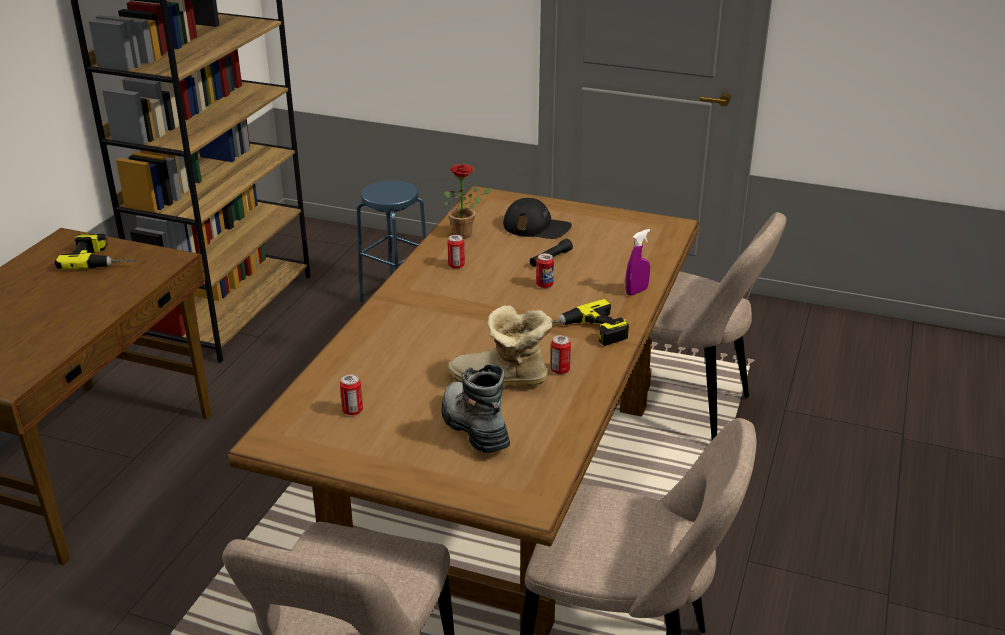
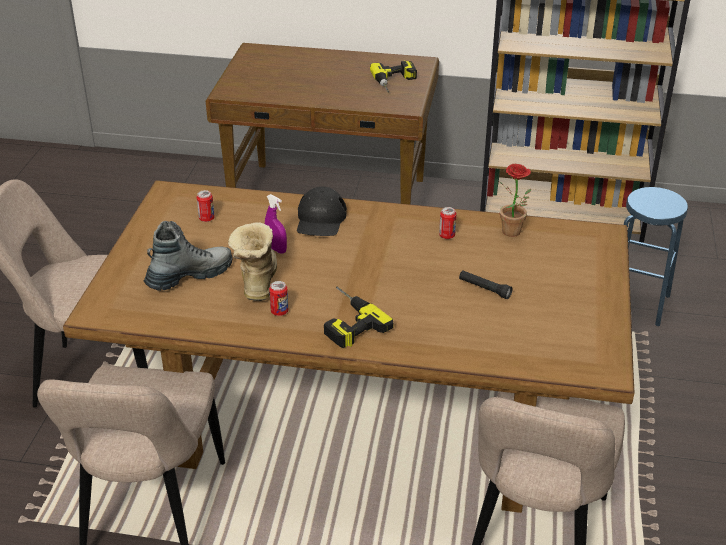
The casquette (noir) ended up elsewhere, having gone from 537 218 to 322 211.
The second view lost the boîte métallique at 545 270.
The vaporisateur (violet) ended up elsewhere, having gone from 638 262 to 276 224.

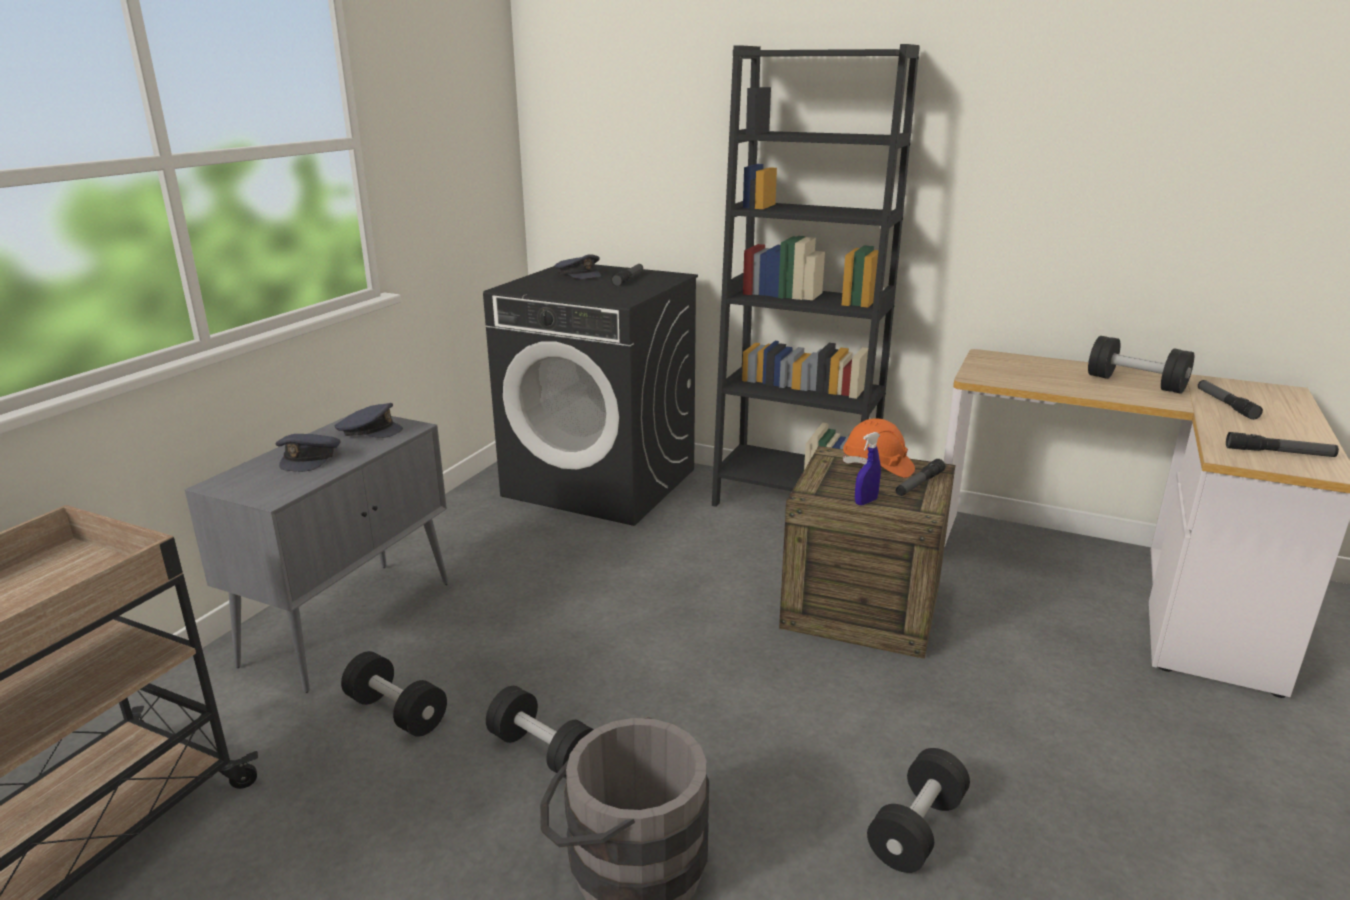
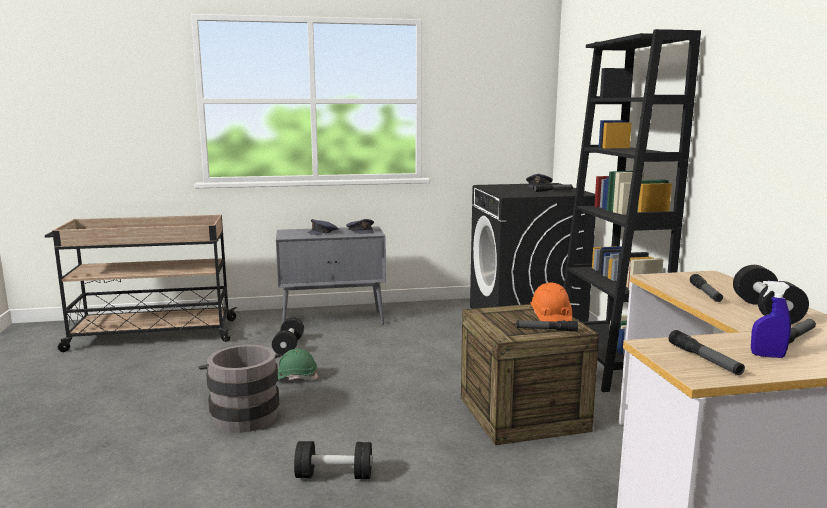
Where the haltère (noir) stood at 540 732, the casque de chantier (vert) came to stand at 298 365.
The vaporisateur (bleu) ended up elsewhere, having gone from 868 469 to 771 319.
The second view gained the lampe de poche at 706 288.

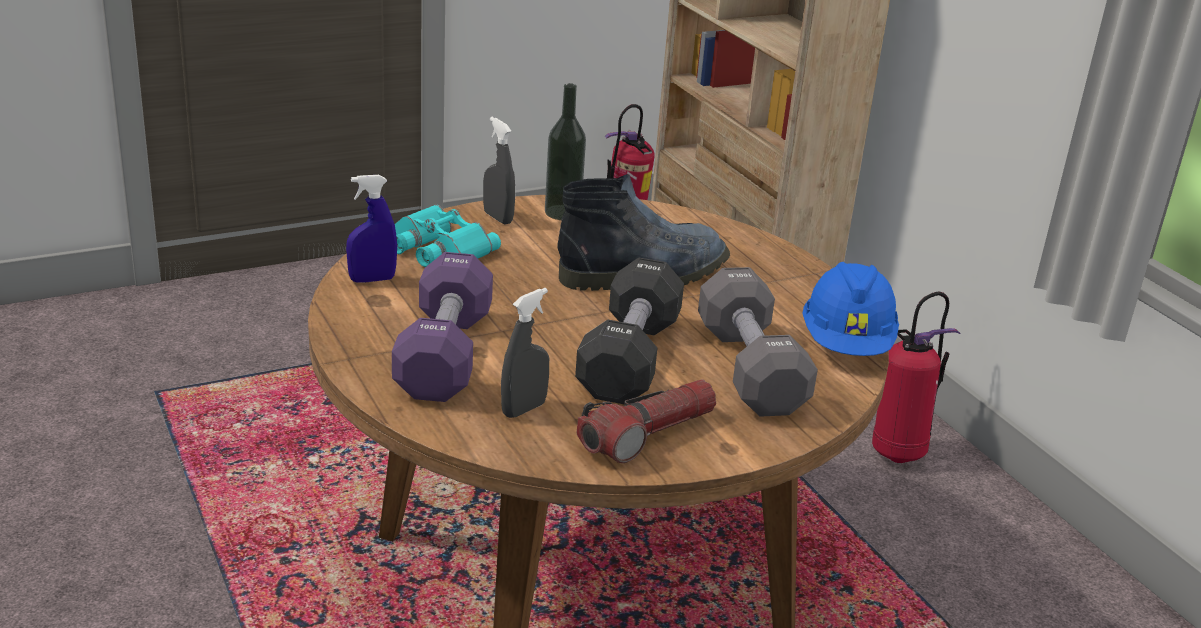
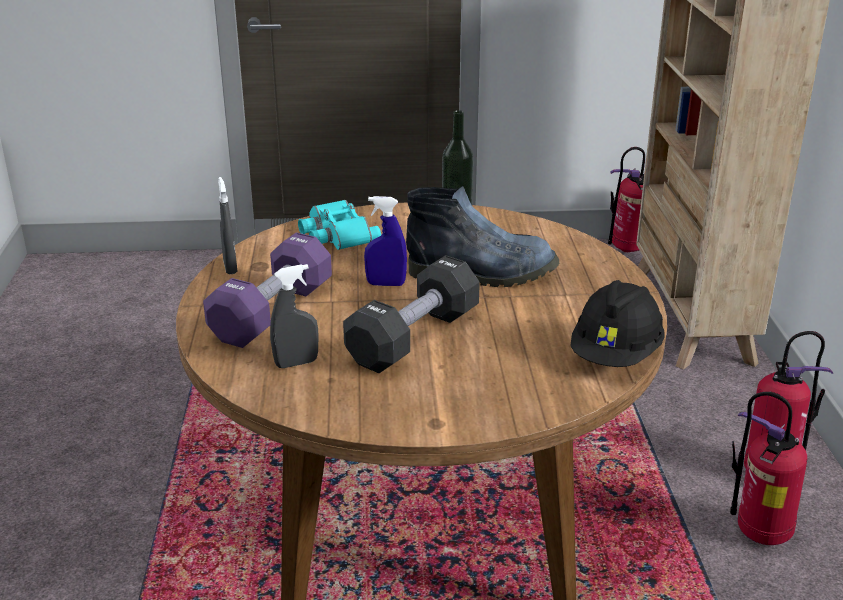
The vaporisateur (bleu) ended up elsewhere, having gone from 371 229 to 385 241.
The vaporisateur (gris) ended up elsewhere, having gone from 499 171 to 227 226.
The second view lost the lampe de poche at 646 421.
The second view lost the haltère (gris) at 758 342.
What was the casque de chantier (bleu) at 850 309 turned into the casque de chantier (noir) at 617 323.
The second view gained the extincteur at 768 468.

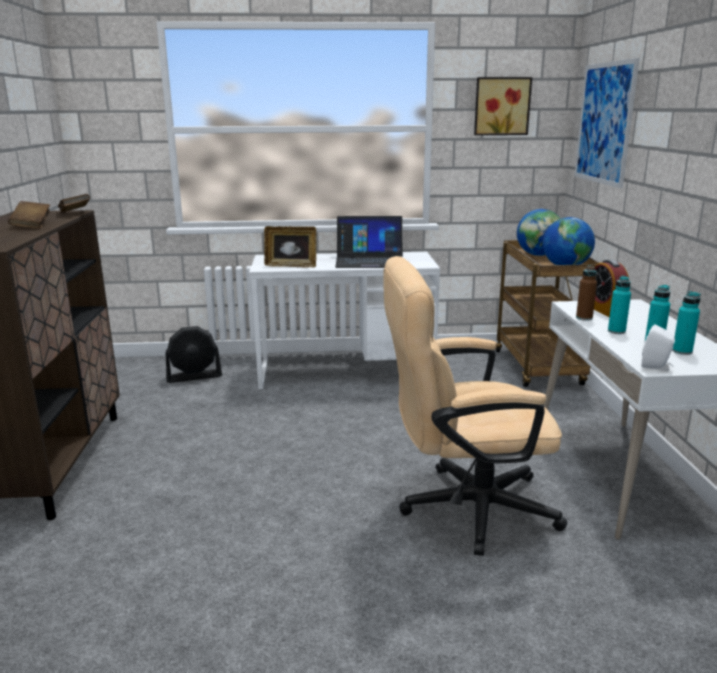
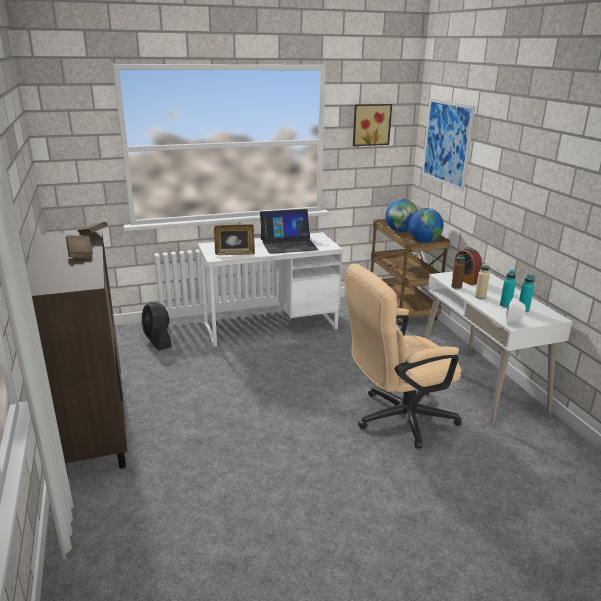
The ventilateur (noir) at 193 354 ended up facing another way, 90 degrees clockwise from before.
What was the bouteille (turquoise) at 619 305 turned into the bouteille (beige) at 482 281.

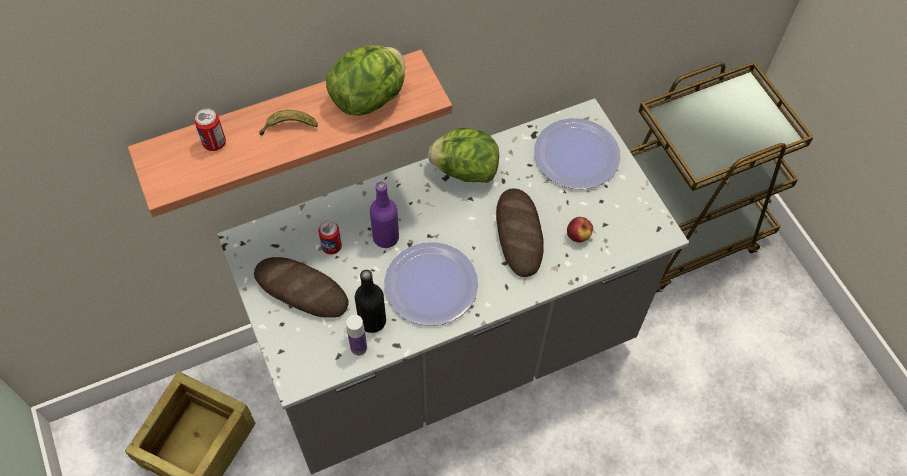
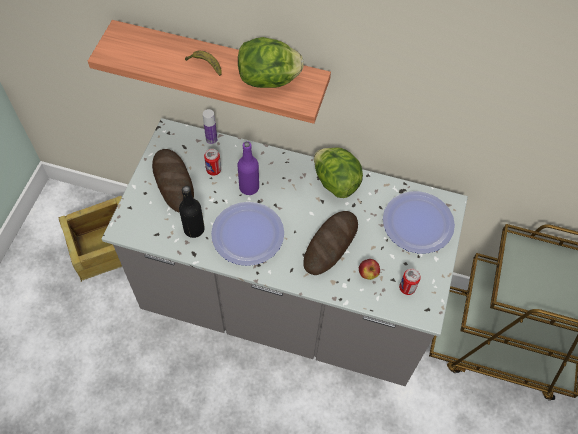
The boîte métallique ended up elsewhere, having gone from 210 129 to 410 282.
The bouteille ended up elsewhere, having gone from 356 335 to 210 126.

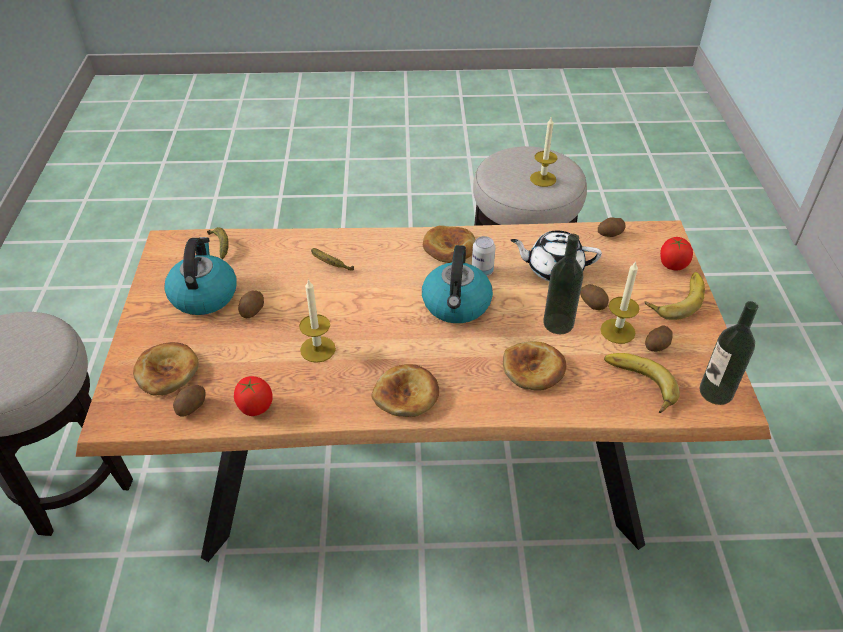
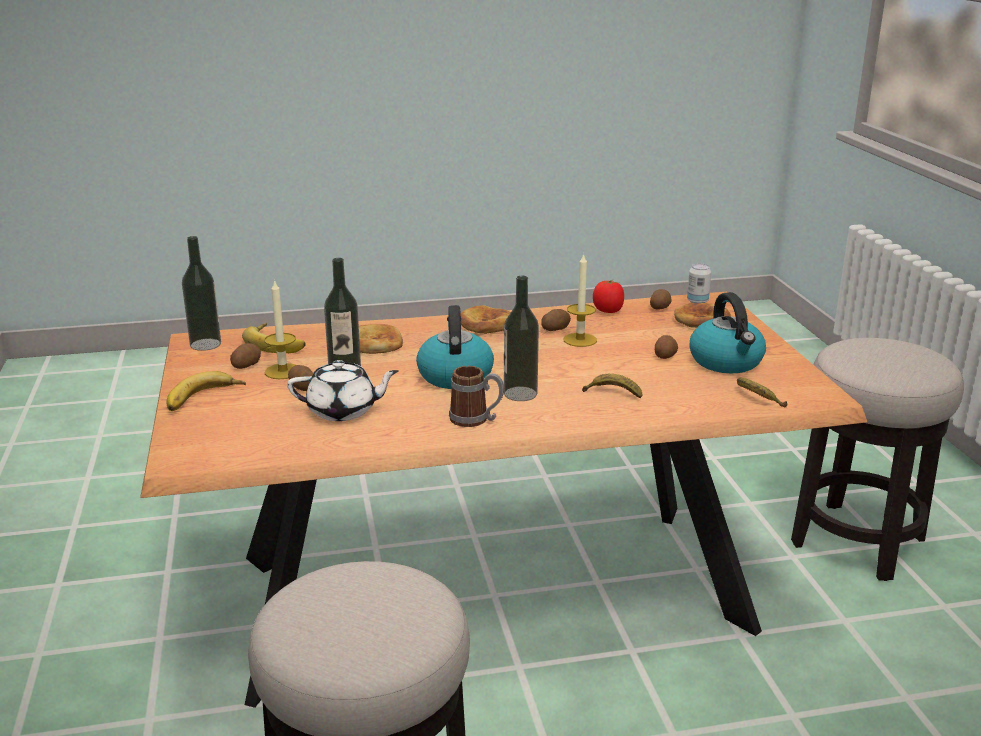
Where the pain stood at 449 244, the mug came to stand at 476 396.
The boîte métallique ended up elsewhere, having gone from 484 256 to 699 283.
The second view lost the bougie at 544 151.
The pomme de terre ended up elsewhere, having gone from 611 227 to 556 320.
The second view lost the tomate at 676 253.
The second view gained the bouteille at 521 338.

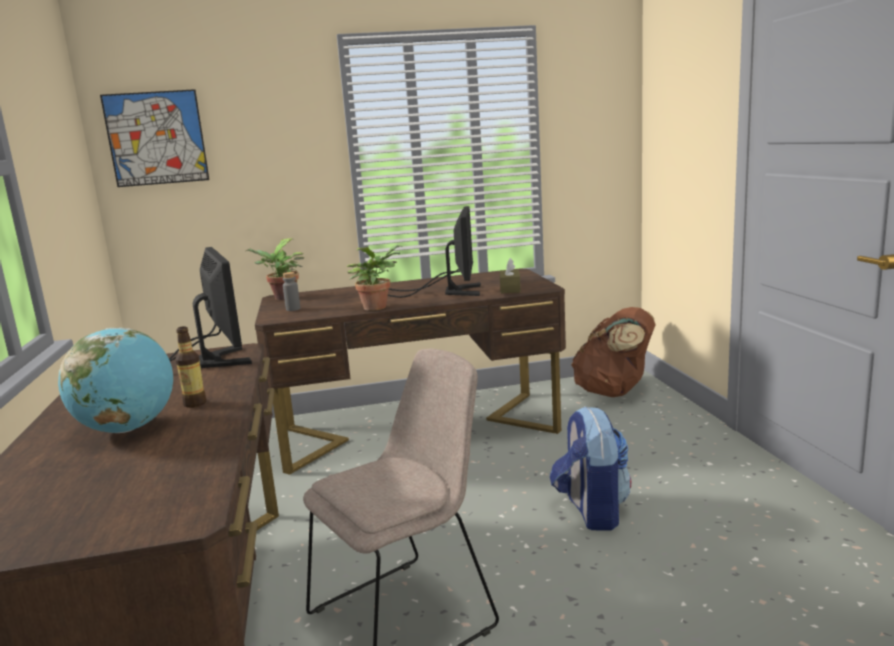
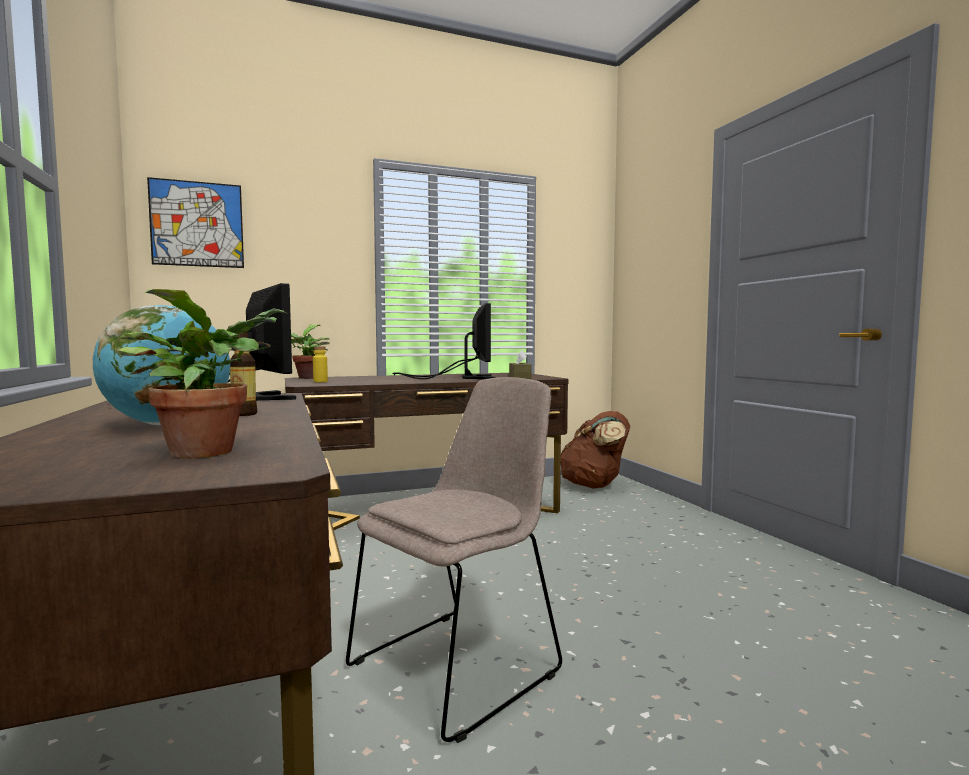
What was the bouteille (gris) at 291 291 turned into the bouteille (jaune) at 320 364.
The plante en pot ended up elsewhere, having gone from 374 278 to 201 374.
The second view lost the sac à dos at 590 468.

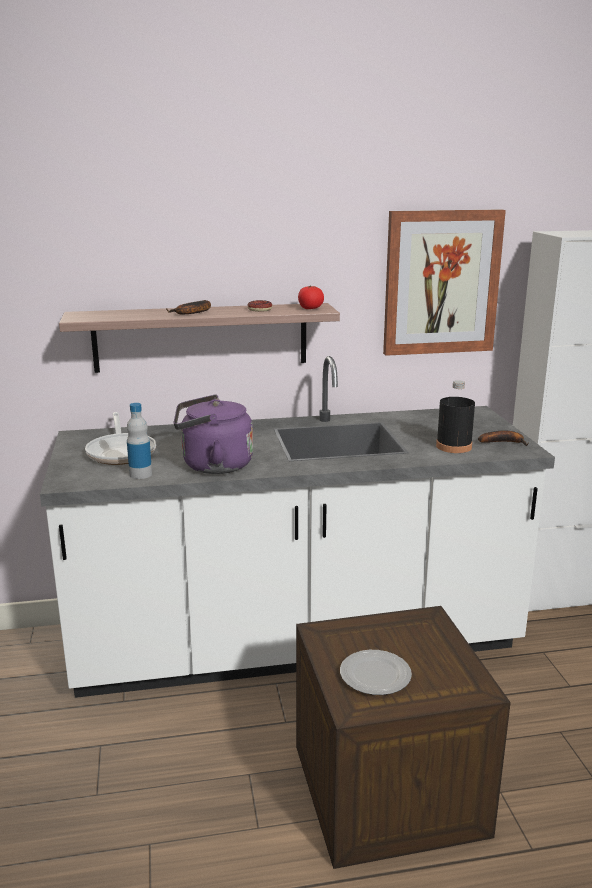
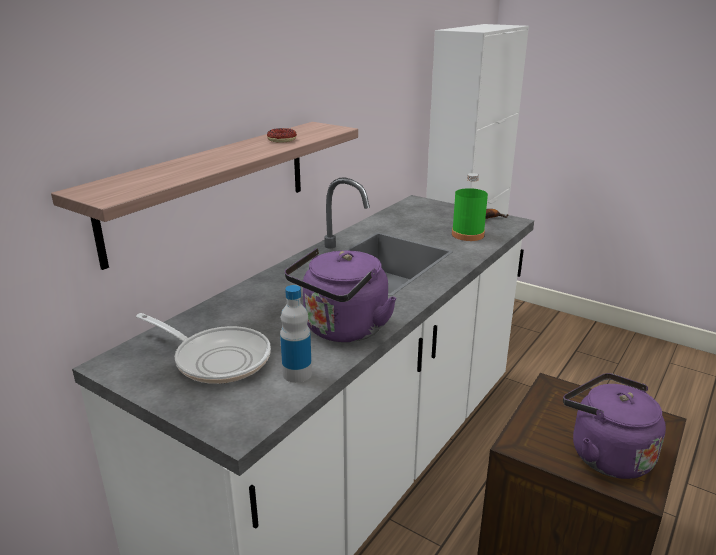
The second view lost the banane at 188 307.
The second view lost the tomate at 311 297.
Where the assiette stood at 376 672, the bouilloire (violet) came to stand at 614 426.
The second view lost the tableau at 444 282.
What was the bouteille (noir) at 455 416 turned into the bouteille (vert) at 470 207.

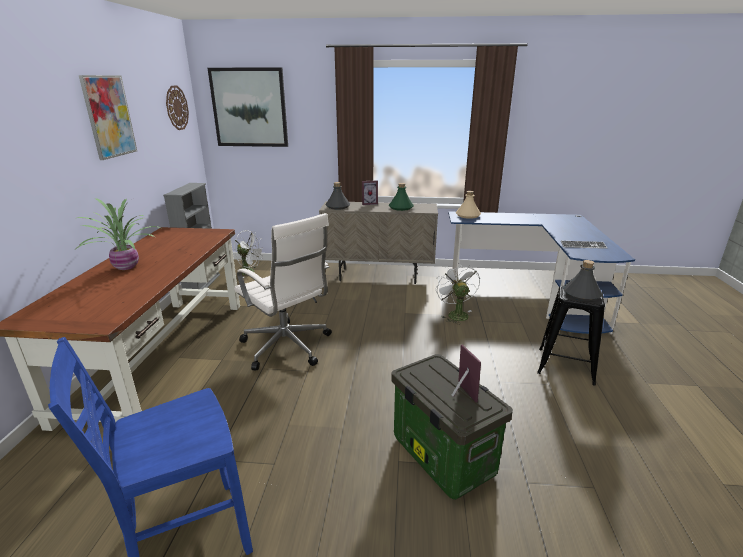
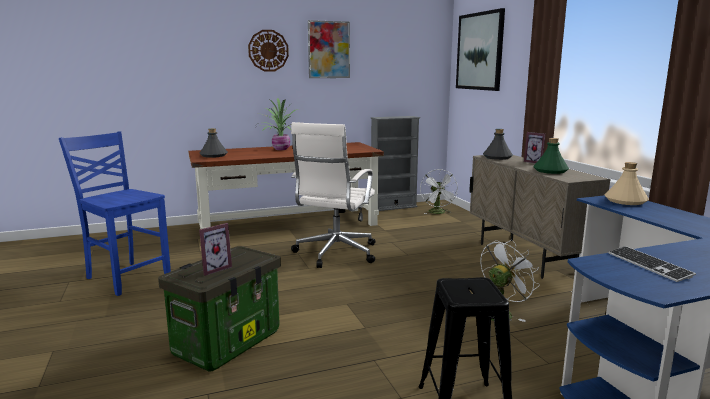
The horloge murale ended up elsewhere, having gone from 177 108 to 268 50.
The bouteille (gris) ended up elsewhere, having gone from 582 280 to 214 143.

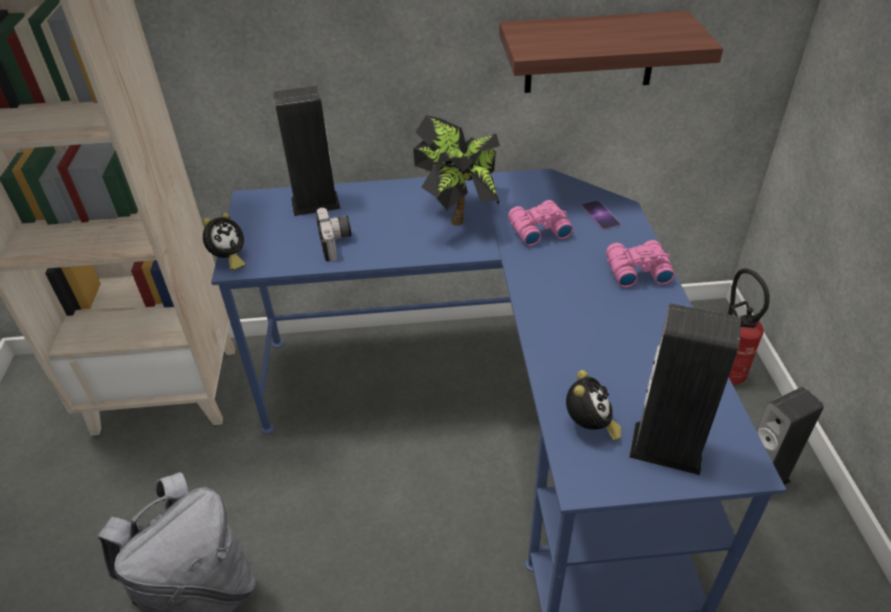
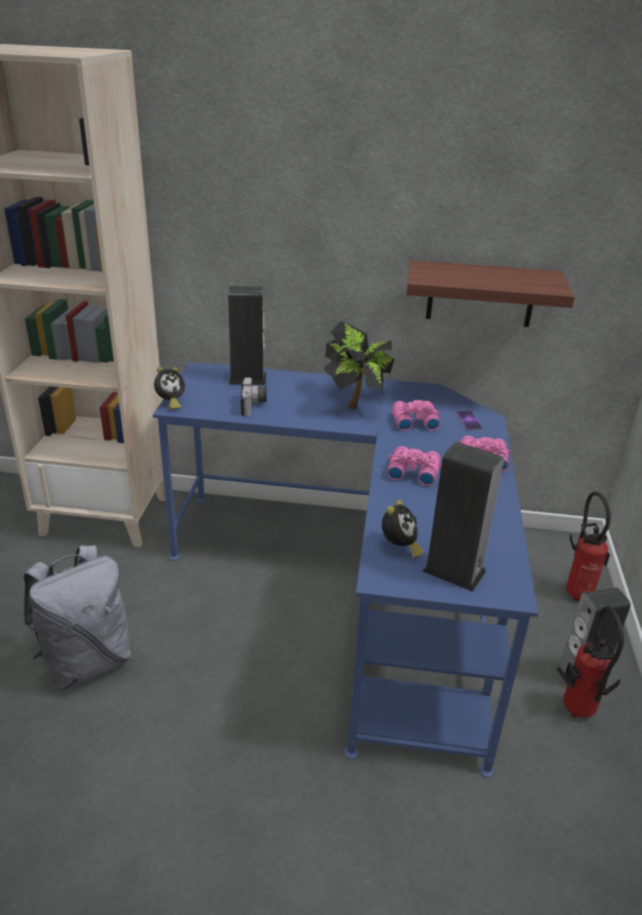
The second view gained the jumelles (rose) at 414 466.
The second view gained the extincteur at 593 662.

